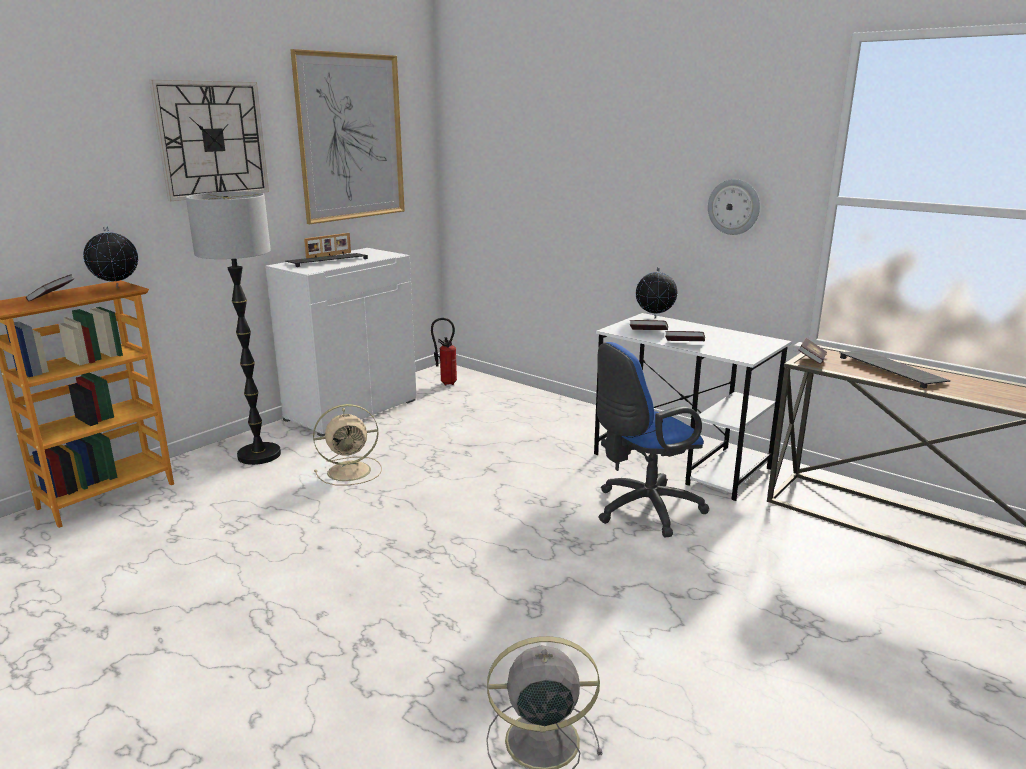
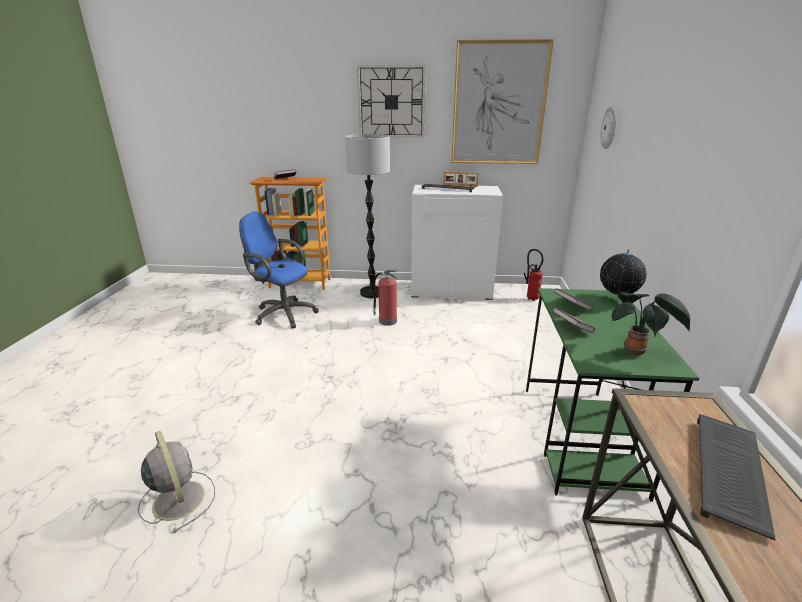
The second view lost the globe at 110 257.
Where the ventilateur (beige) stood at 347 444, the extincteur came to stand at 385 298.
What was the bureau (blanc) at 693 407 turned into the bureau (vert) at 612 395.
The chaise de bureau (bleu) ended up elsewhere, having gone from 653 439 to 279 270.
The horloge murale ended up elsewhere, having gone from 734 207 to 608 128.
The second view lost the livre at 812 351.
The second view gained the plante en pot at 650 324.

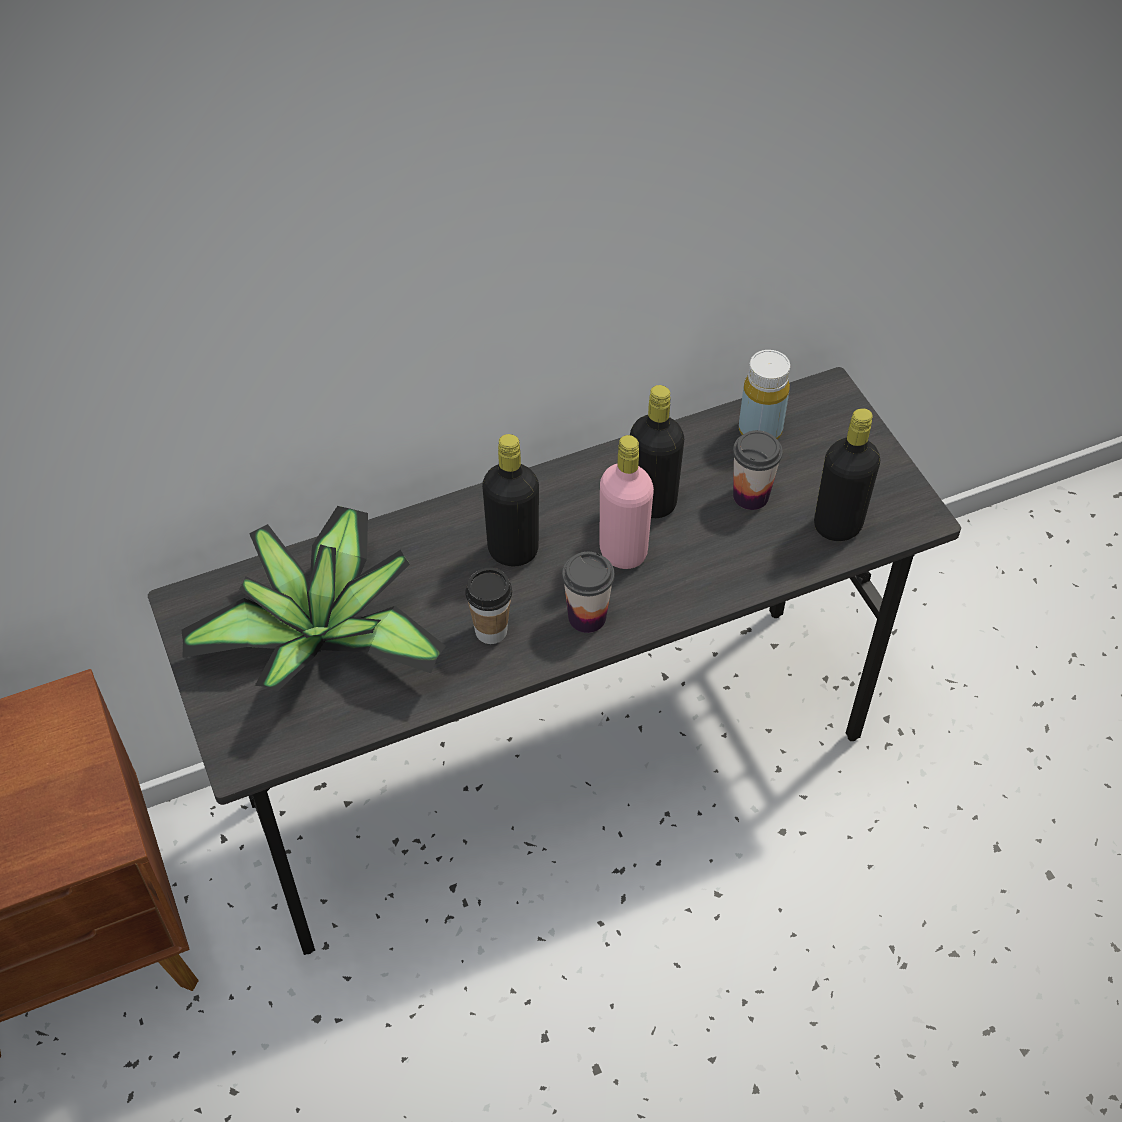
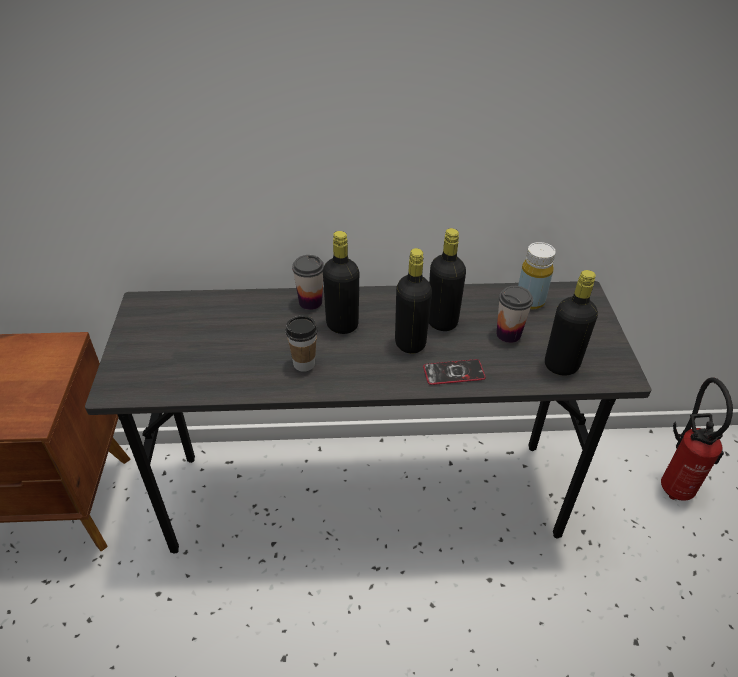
The second view lost the plante en pot at 313 598.
The tasse ended up elsewhere, having gone from 588 592 to 308 282.
What was the bouteille (rose) at 626 502 turned into the bouteille (noir) at 413 301.
The second view gained the téléphone at 454 372.
The second view gained the extincteur at 697 439.

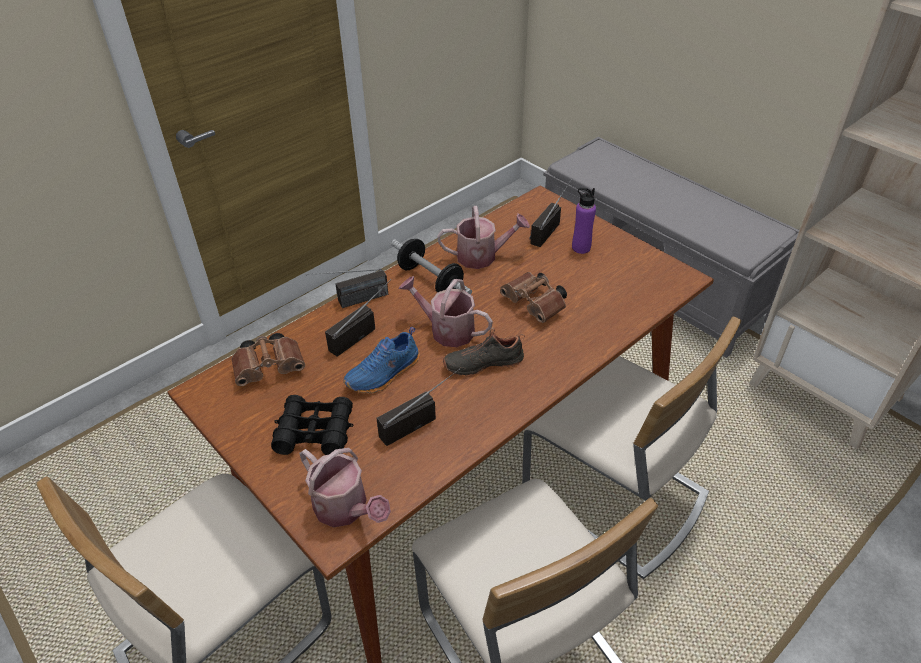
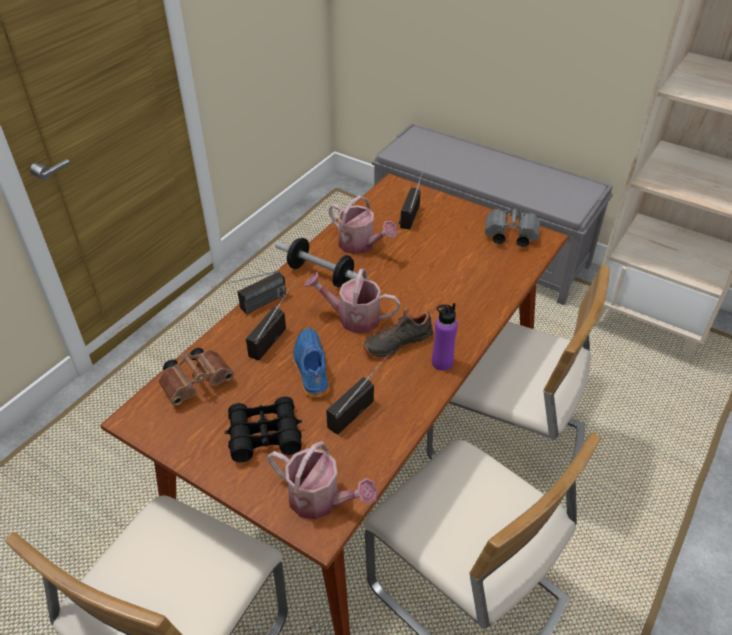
The chaussure (bleu) at 382 360 ended up facing another way, 135 degrees clockwise from before.
The arrosoir at 483 237 ended up facing another way, 60 degrees clockwise from before.
The second view lost the jumelles (marron) at 533 297.
The bouteille (violet) ended up elsewhere, having gone from 584 221 to 445 337.
The second view gained the jumelles (gris) at 512 226.

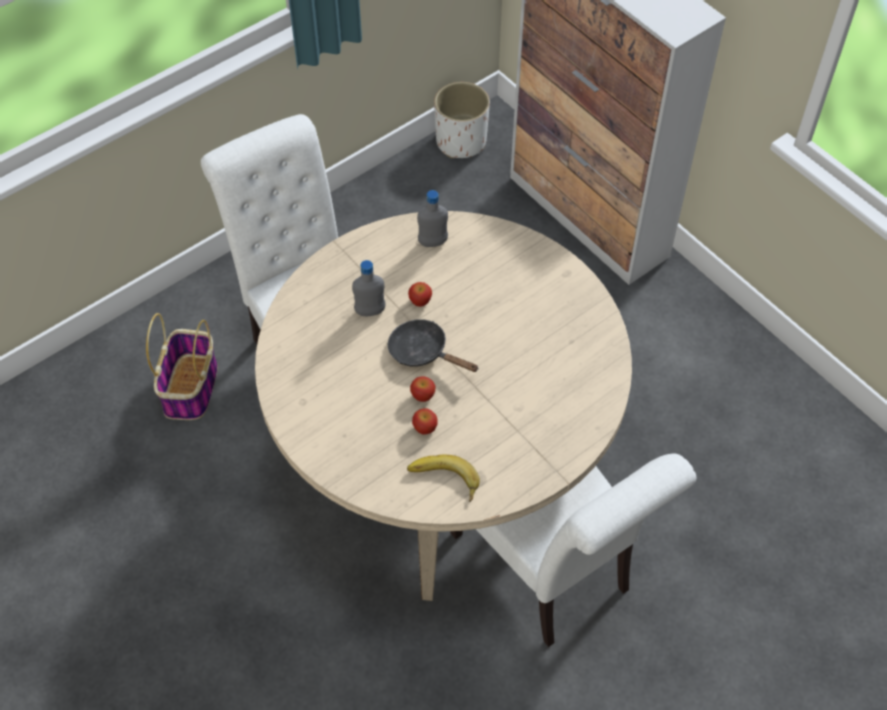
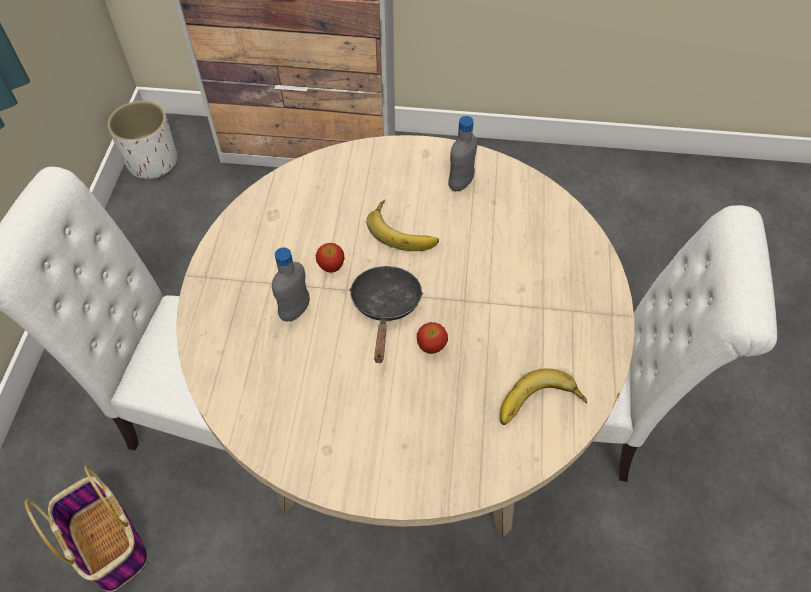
The poêle (noir) at 433 345 ended up facing another way, 105 degrees clockwise from before.
The second view lost the pomme at 425 421.
The bouteille (gris) ended up elsewhere, having gone from 432 218 to 462 153.
The second view gained the banane at 402 225.

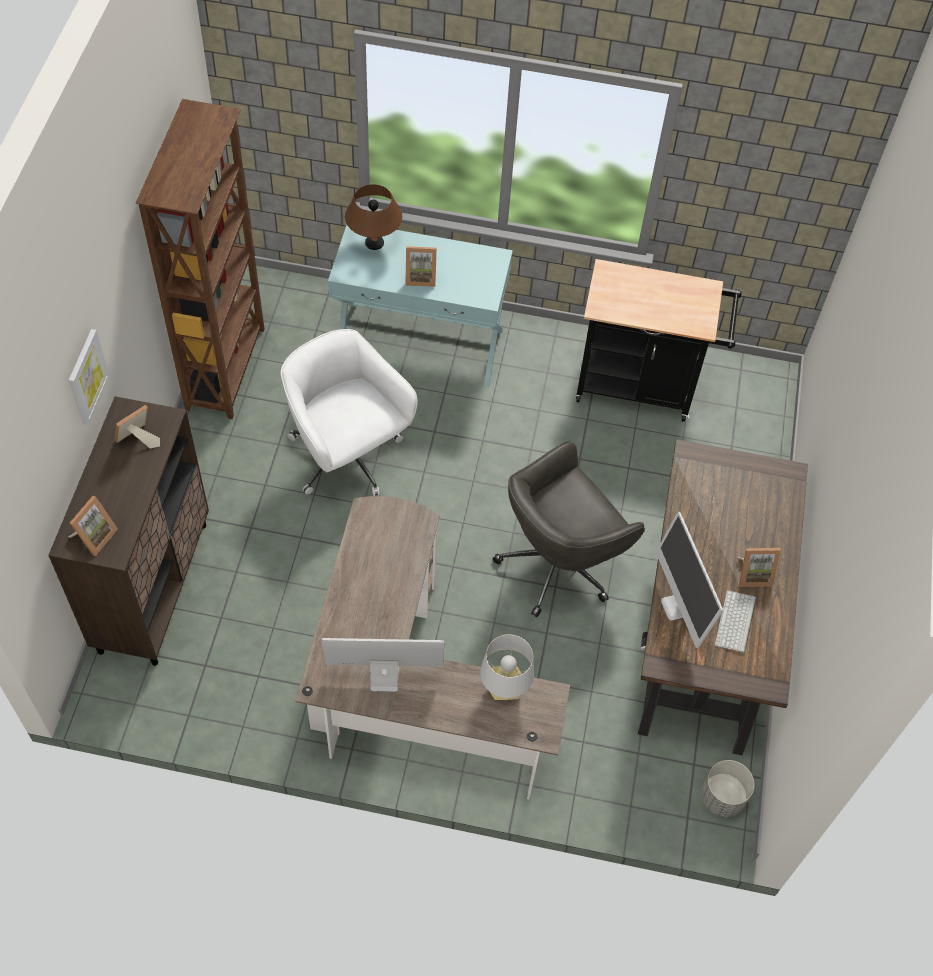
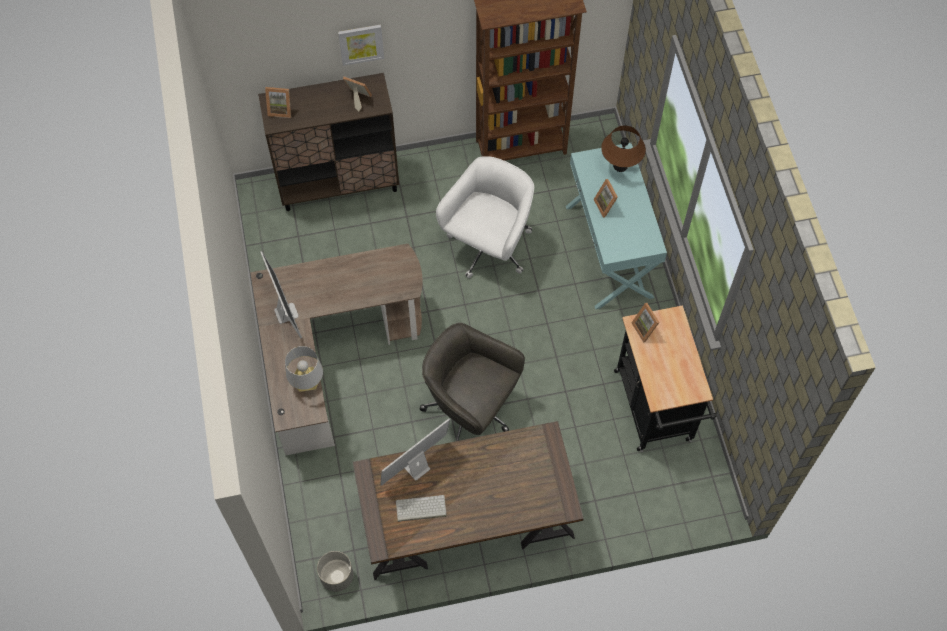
The cadre photo ended up elsewhere, having gone from 759 567 to 646 323.

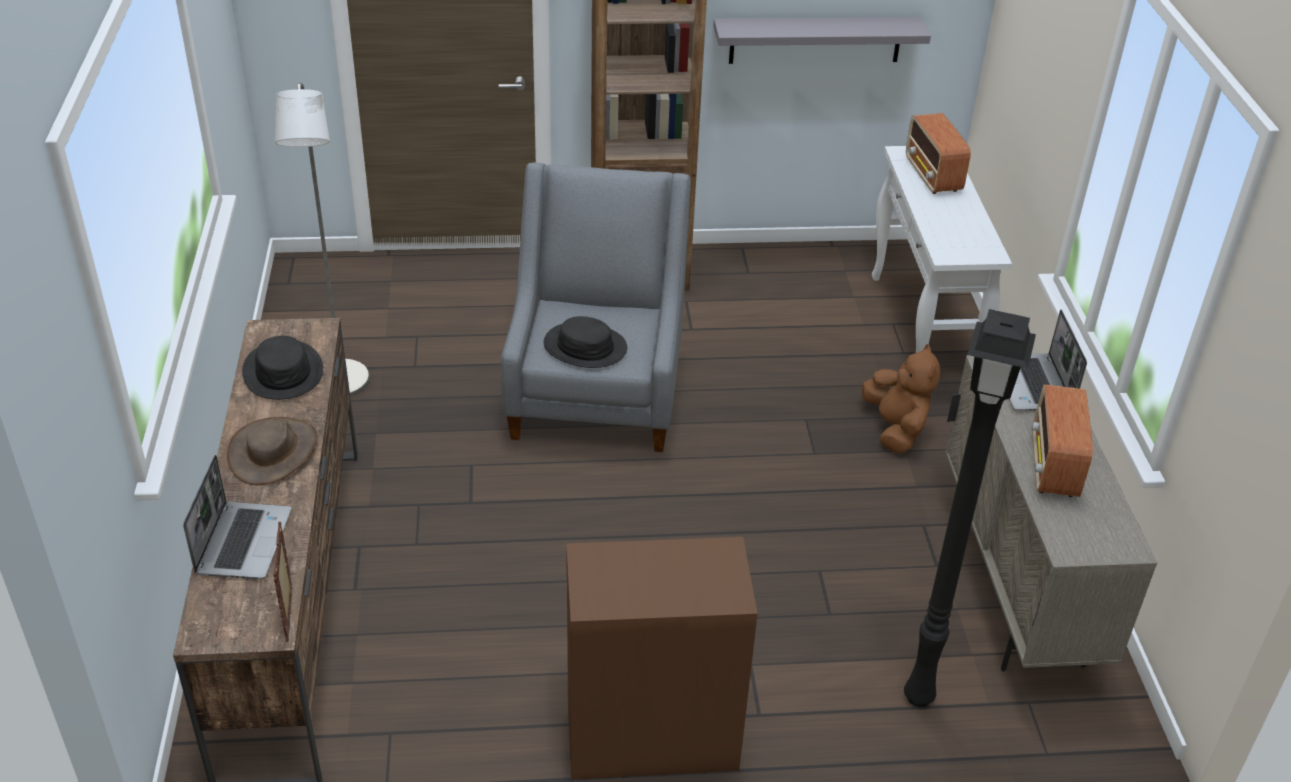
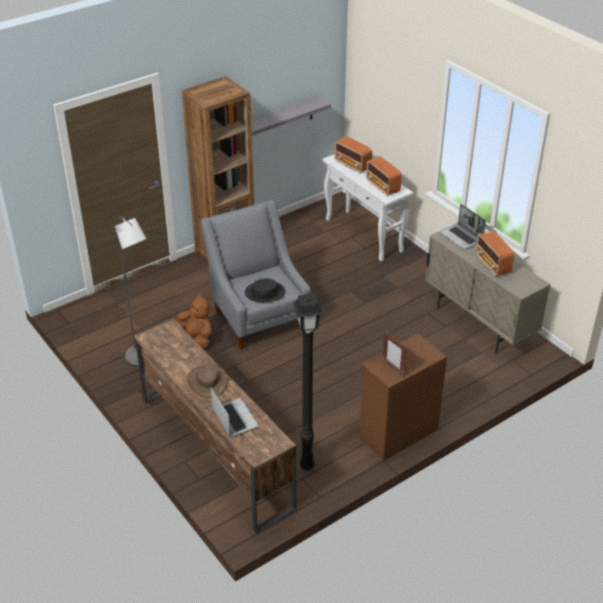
The second view lost the chapeau (noir) at 282 368.
The cadre photo ended up elsewhere, having gone from 282 582 to 394 354.
The peluche (marron) ended up elsewhere, having gone from 901 399 to 193 321.
The lampadaire (noir) ended up elsewhere, having gone from 970 508 to 308 381.
The second view gained the radio at 384 176.

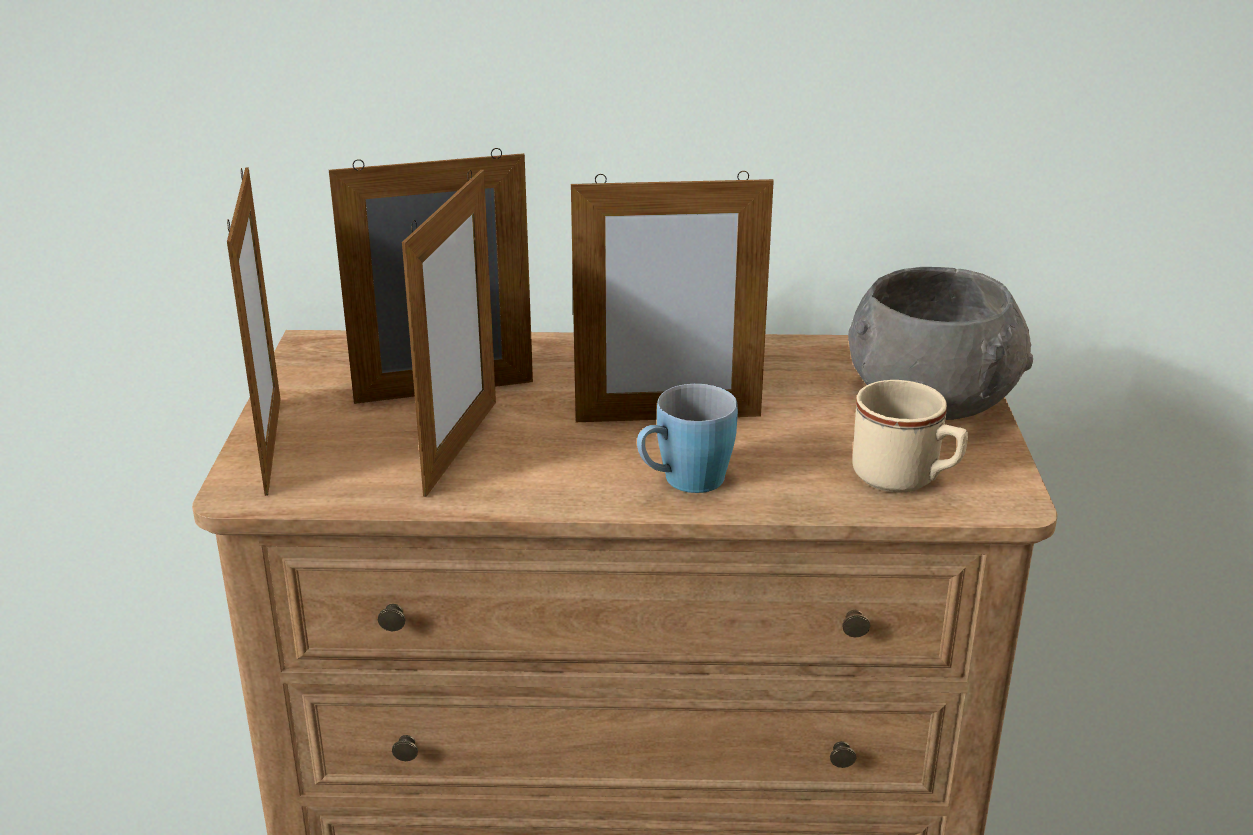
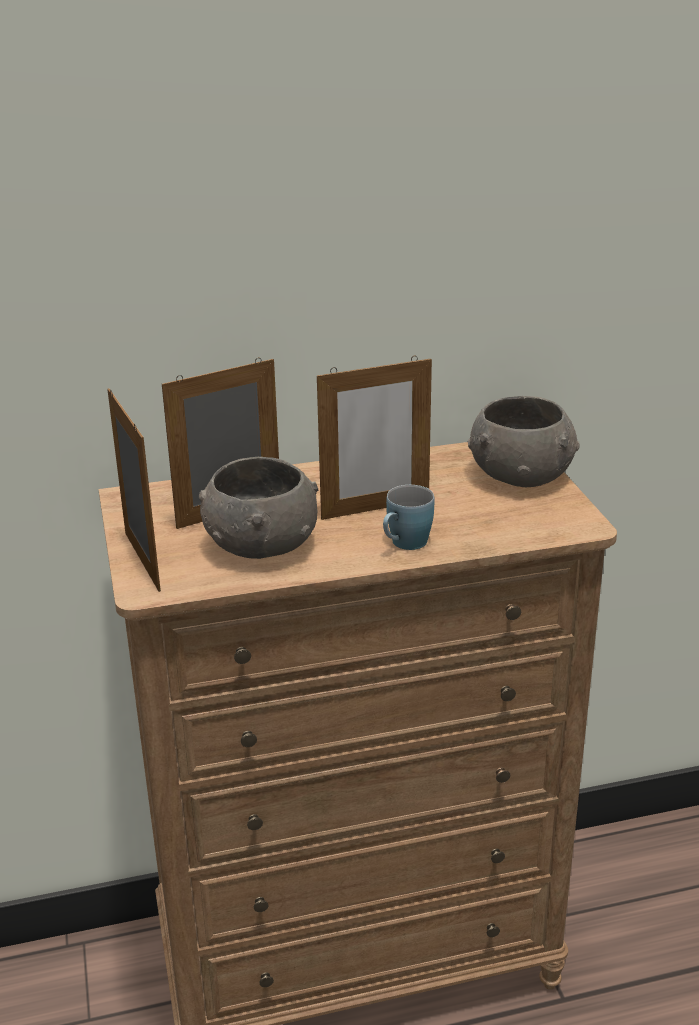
Where the cadre photo stood at 449 333, the bol (gris) came to stand at 258 508.
The second view lost the mug (beige) at 910 436.

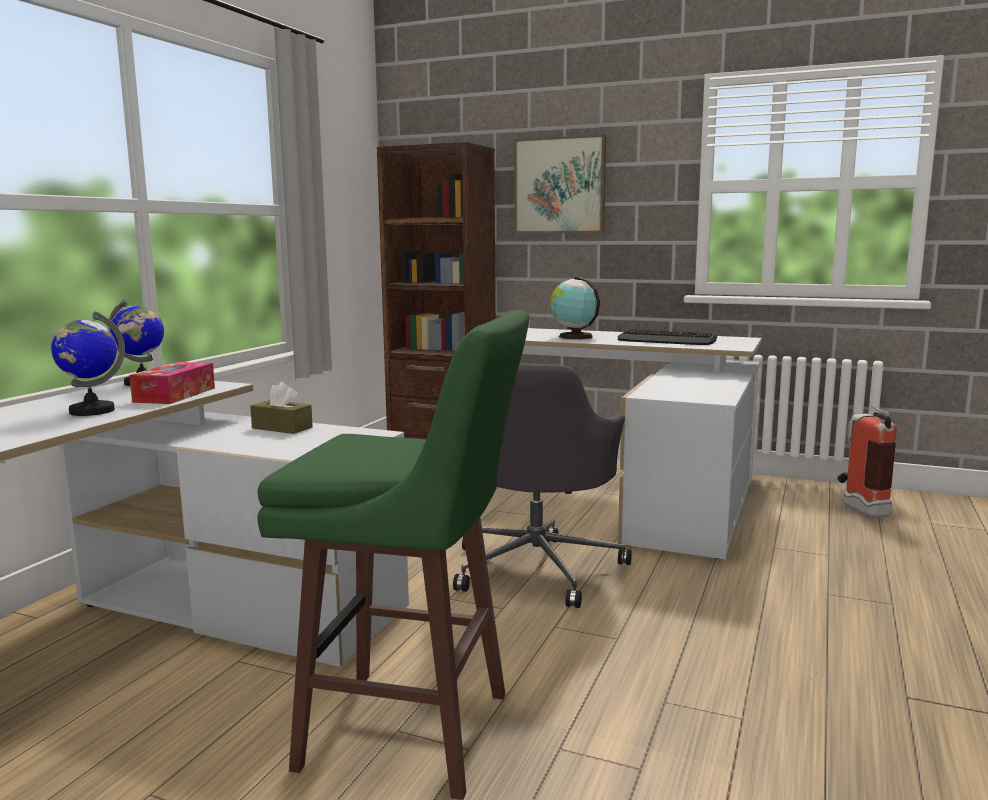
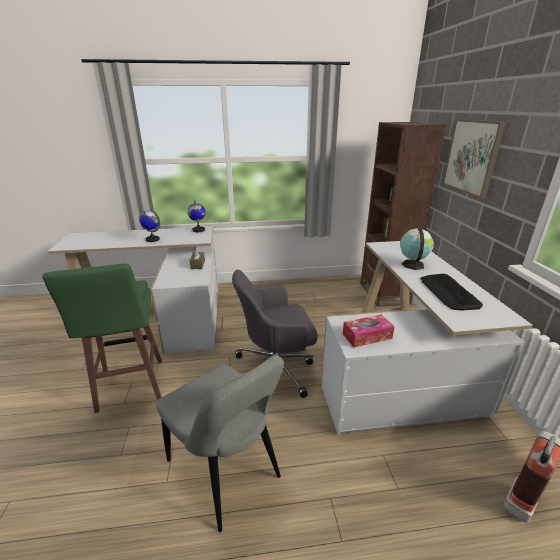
The boîte à mouchoirs ended up elsewhere, having gone from 172 383 to 369 330.
The second view gained the chaise (gris) at 220 443.

